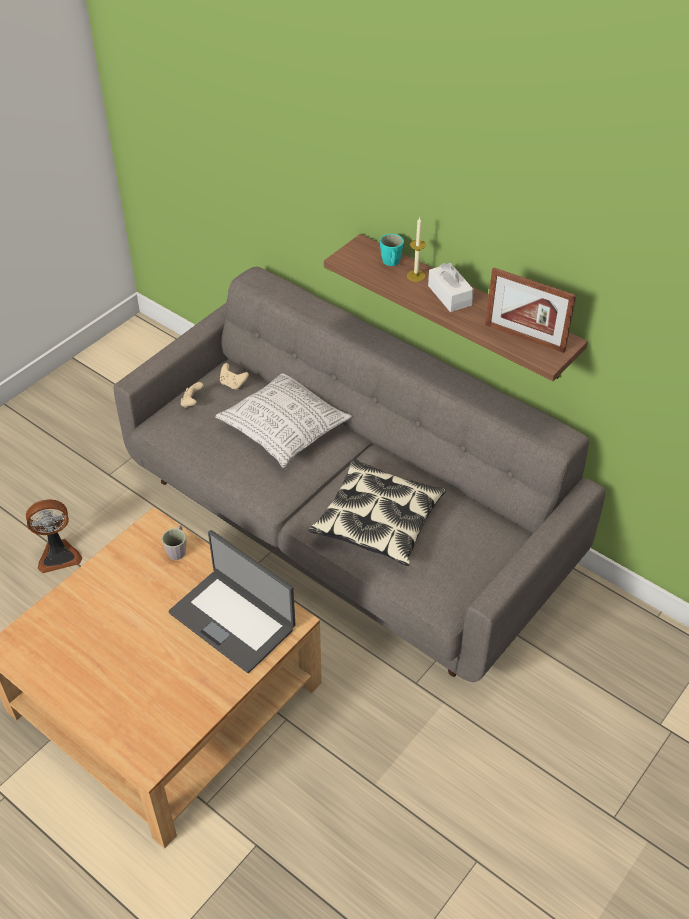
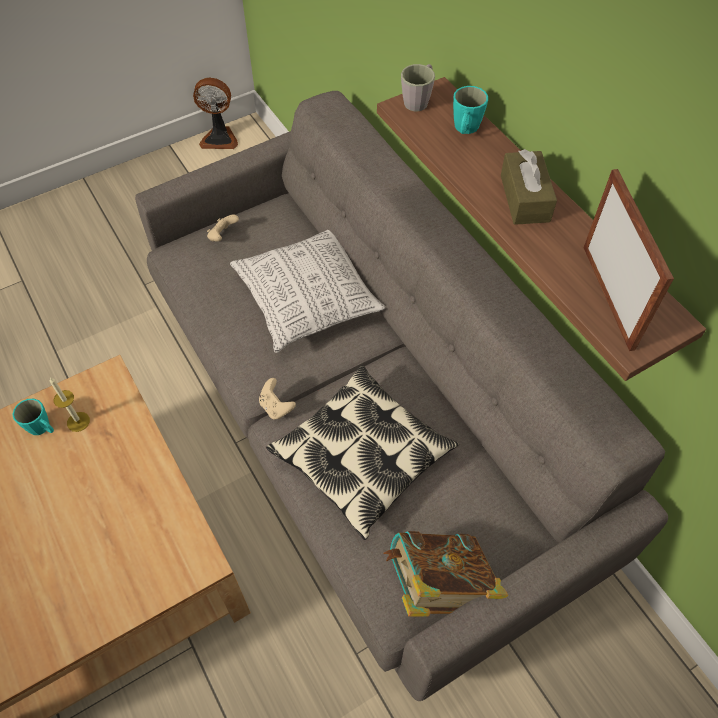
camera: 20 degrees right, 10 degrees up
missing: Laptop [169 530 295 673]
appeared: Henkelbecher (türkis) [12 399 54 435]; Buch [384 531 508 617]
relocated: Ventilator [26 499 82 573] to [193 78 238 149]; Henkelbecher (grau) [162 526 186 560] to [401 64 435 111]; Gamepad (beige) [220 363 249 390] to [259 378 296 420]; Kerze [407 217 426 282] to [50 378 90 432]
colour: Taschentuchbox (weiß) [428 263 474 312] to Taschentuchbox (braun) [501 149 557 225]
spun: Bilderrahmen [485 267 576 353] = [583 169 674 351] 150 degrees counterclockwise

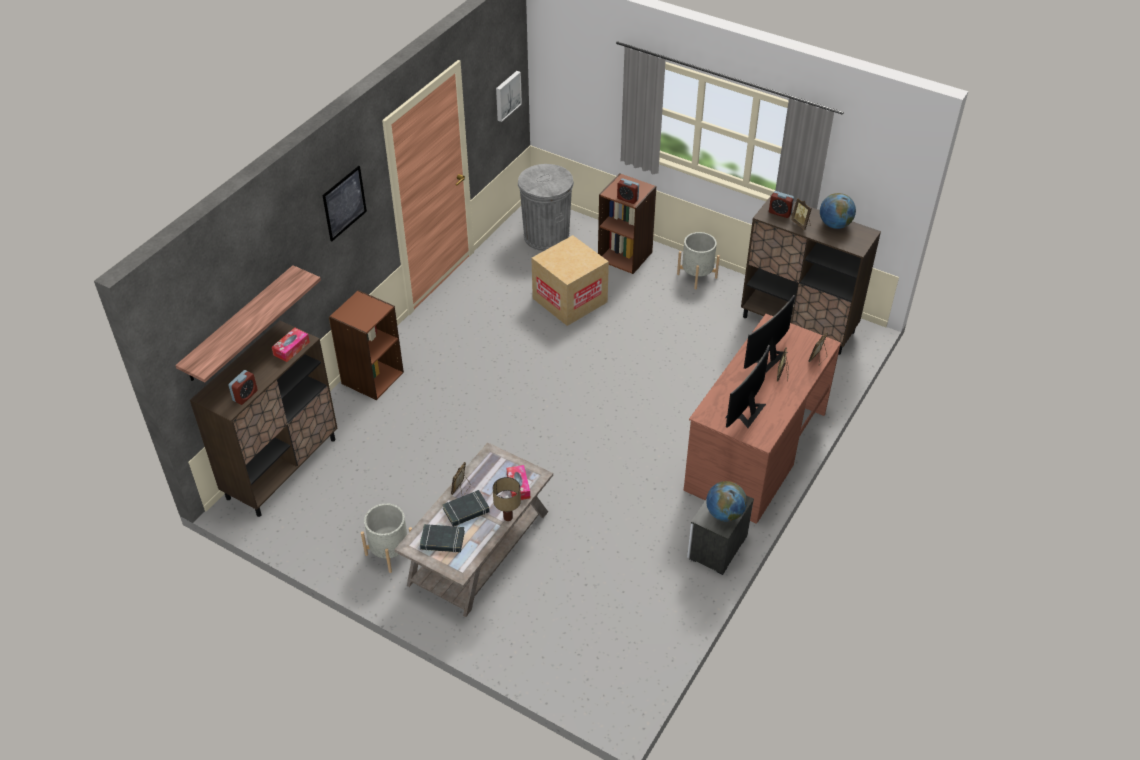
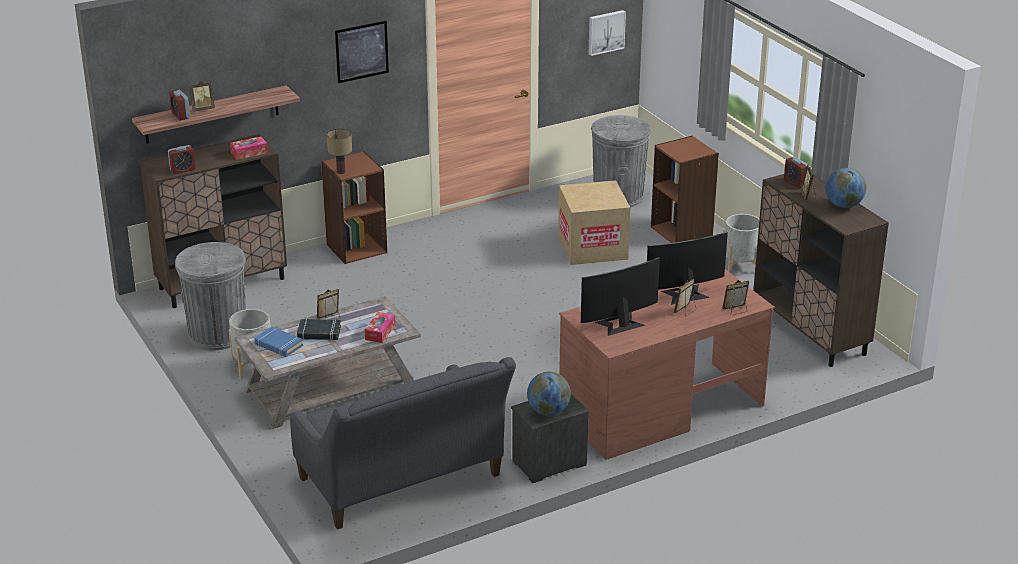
camera: 30 degrees right, 15 degrees down
appeared: Mülleimer (grau) [175 242 246 350]; Bilderrahmen [189 81 215 112]; Sofa (grau) [290 357 516 530]
relocated: Tischlampe [493 477 521 521] to [327 128 352 174]; Wecker [617 178 639 204] to [169 90 190 120]
colour: Buch (schwarz) [420 524 465 553] to Buch (blau) [254 327 303 357]

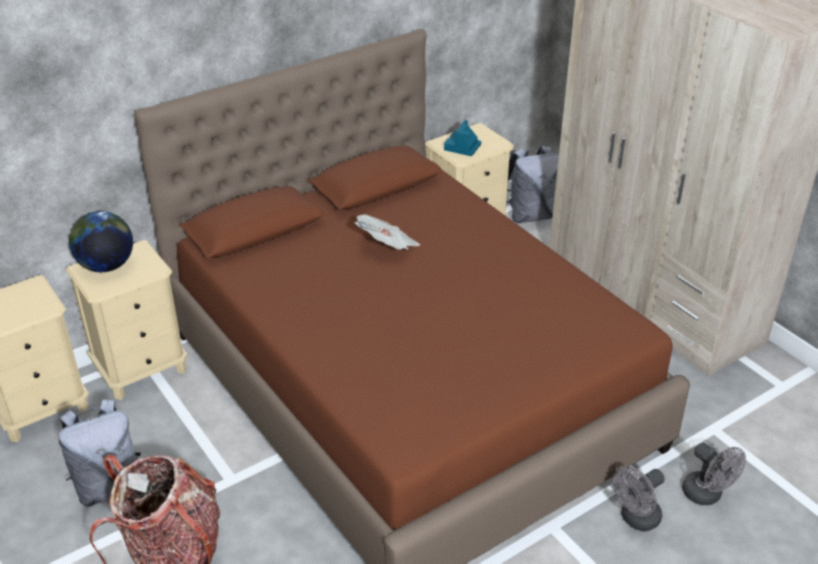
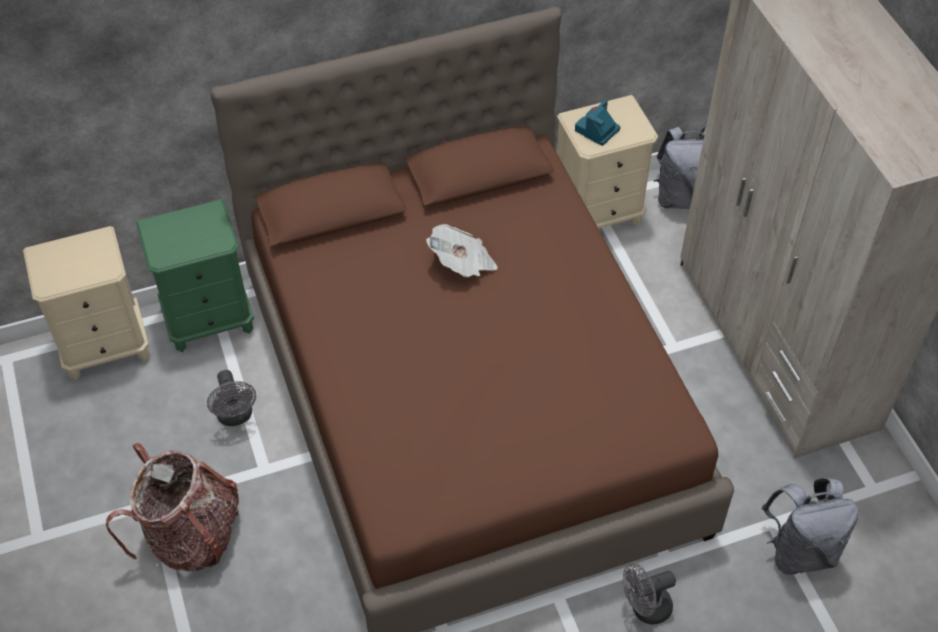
camera: 15 degrees right, 15 degrees up
missing: Globus [69 211 133 272]
relocated: Rucksack (grau) [59 399 141 507] to [761 477 858 575]; Ventilator (grau) [682 443 746 505] to [207 370 256 426]
colour: Nachttisch (beige) [66 240 187 400] to Nachttisch (grün) [136 199 254 352]

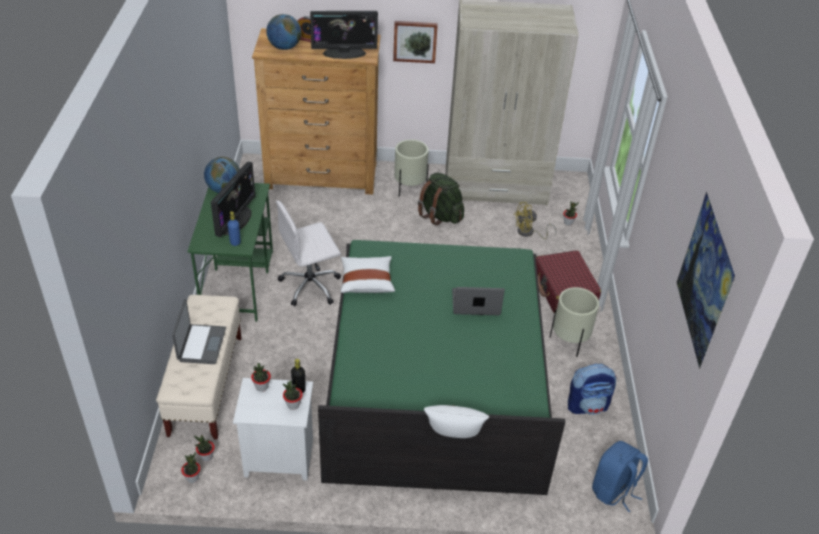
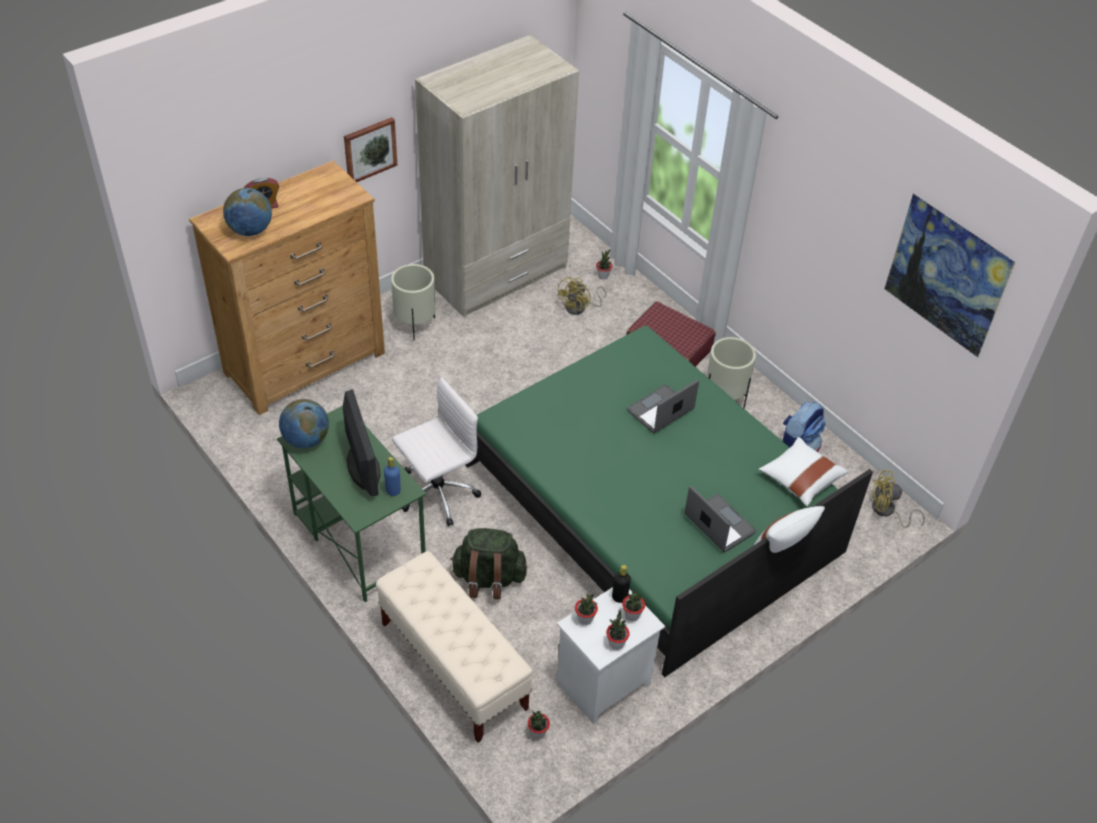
camera: 40 degrees left, 5 degrees up
missing: Monitor [310 11 378 59]
relocated: Laptop [172 299 226 364] to [684 486 756 552]; Topfpflanze [181 452 200 483] to [606 610 630 650]; Kissen (weiß) [341 256 395 293] to [759 437 848 507]; Rucksack (grün) [418 173 464 226] to [450 528 527 599]
exchanged: Rucksack (blau) [592 441 648 512] to Ventilator (gelb) [872 470 925 528]
spun: Bürostuhl (weiß) [276 200 341 306] = [392 377 481 526] 150 degrees counterclockwise

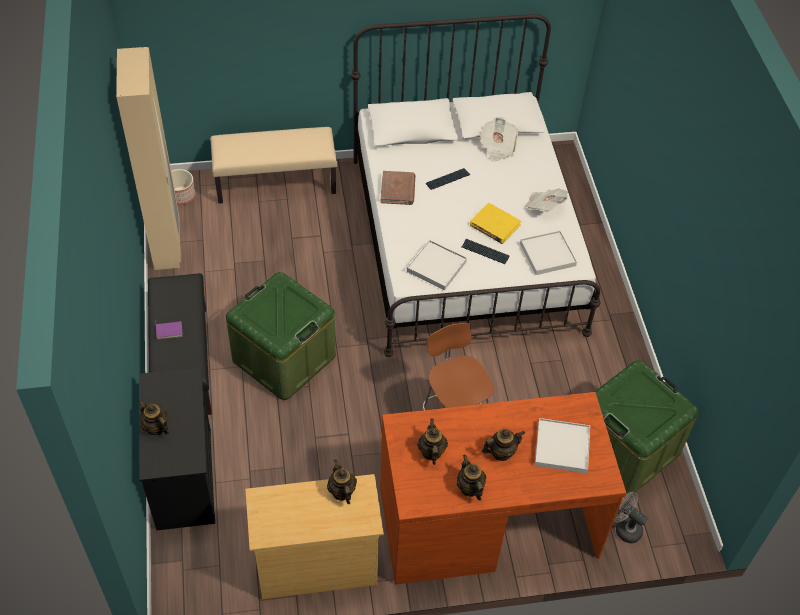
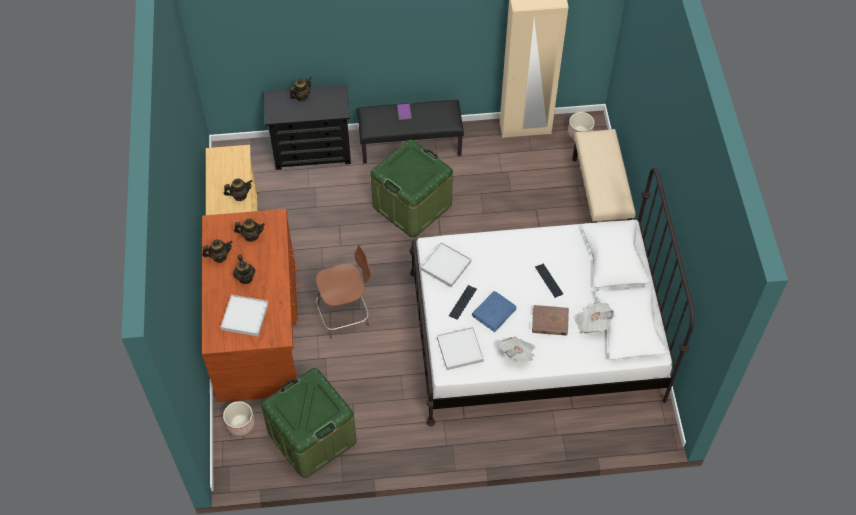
camera: 95 degrees right, 5 degrees up
relocated: Buch (braun) [380 171 415 205] to [532 305 569 336]
exchanged: Ventilator (grau) [614 492 647 543] to Pflanzkübel [223 401 255 437]
colour: Buch (gelb) [470 203 521 244] to Buch (blau) [472 291 517 332]

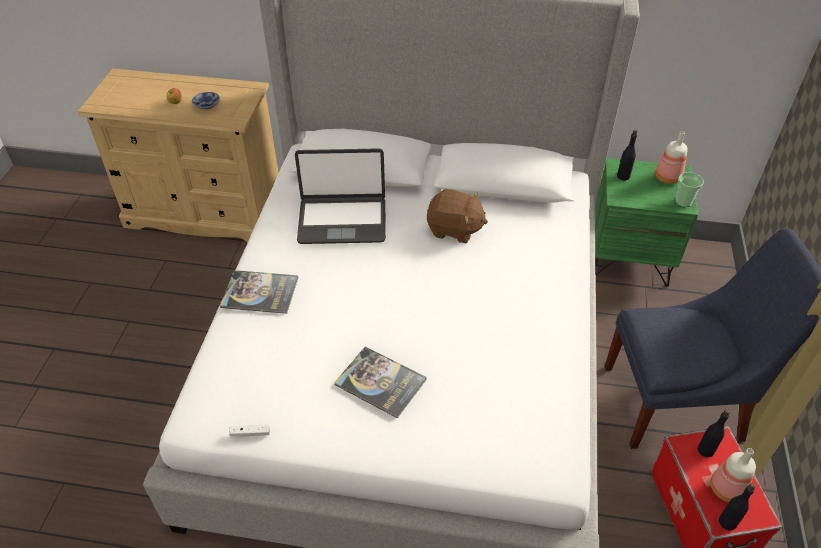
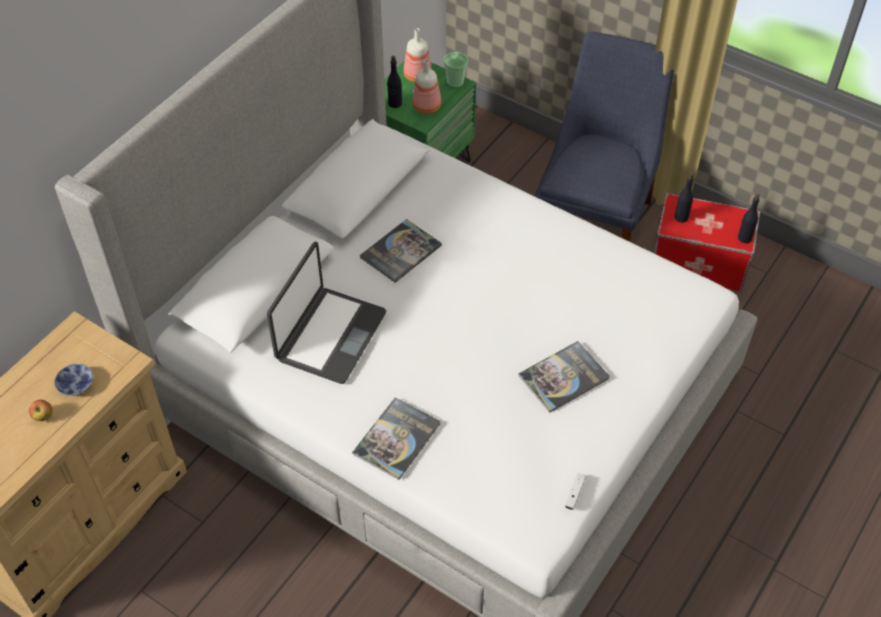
camera: 65 degrees left, 5 degrees up
relocated: Flasche [710 448 756 502] to [412 59 441 114]
exchanged: Plüschtier (braun) [427 189 488 243] to Buch [359 219 442 283]

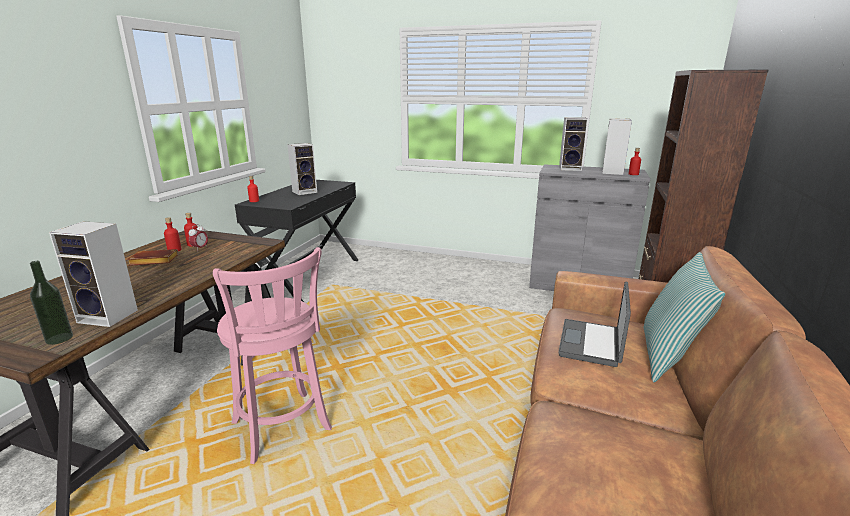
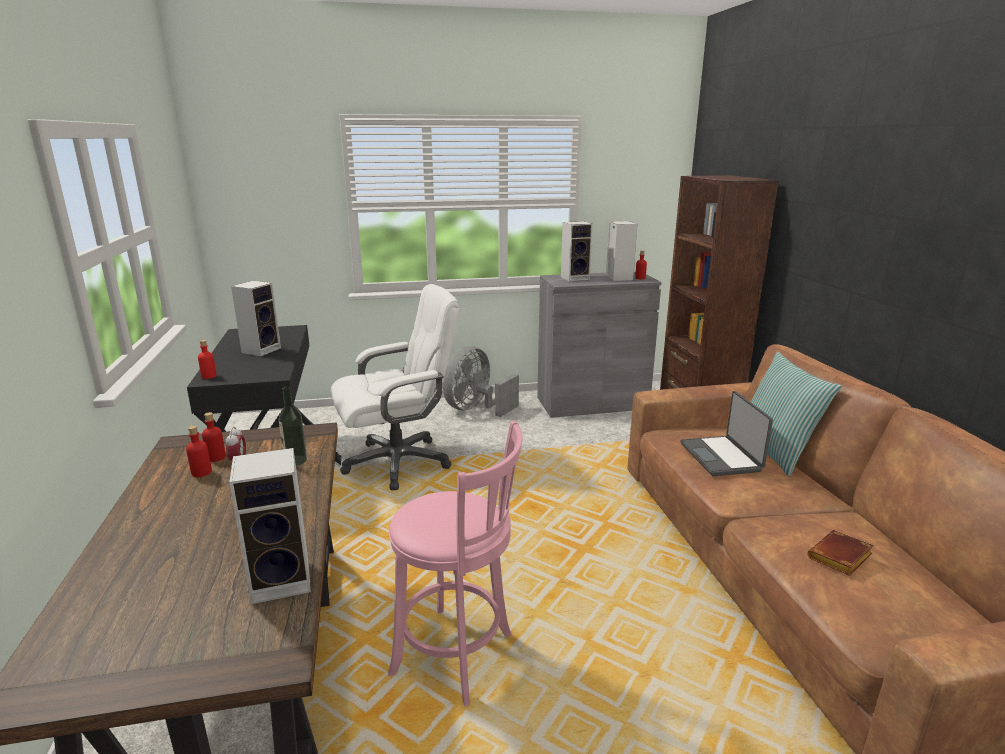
camera: 30 degrees left, 0 degrees up
appeared: Bürostuhl (weiß) [330 284 459 490]; Ventilator (grau) [443 346 519 417]
relocated: Flasche [30 261 73 345] to [279 386 307 466]; Buch (braun) [127 249 178 266] to [808 530 874 576]

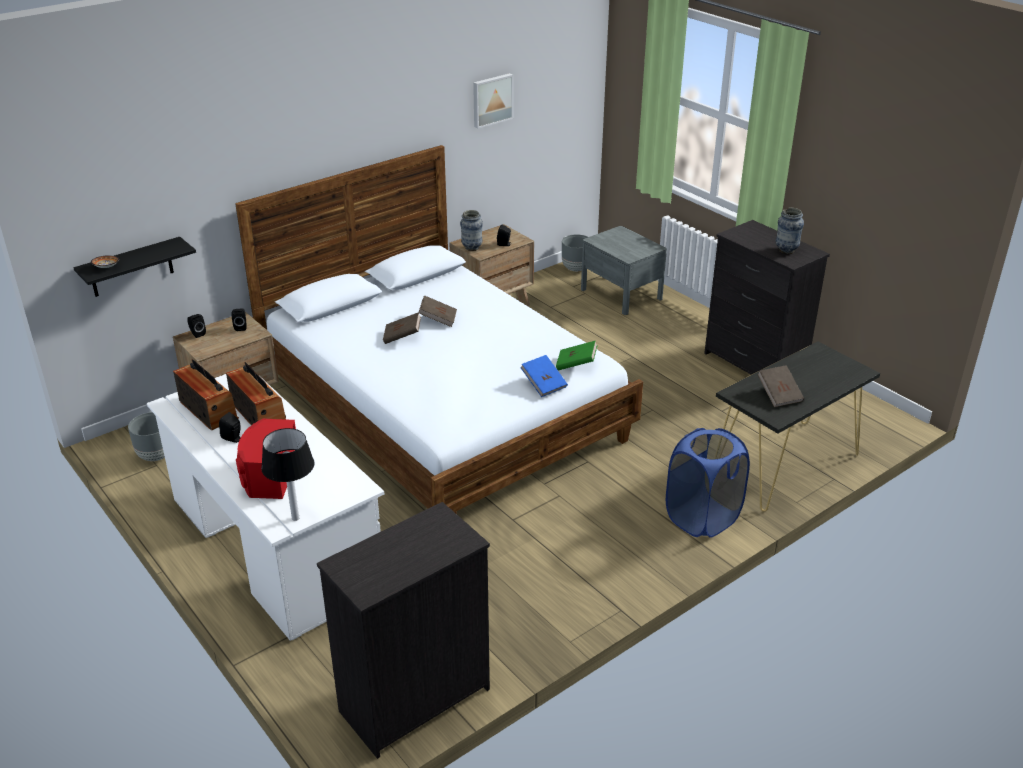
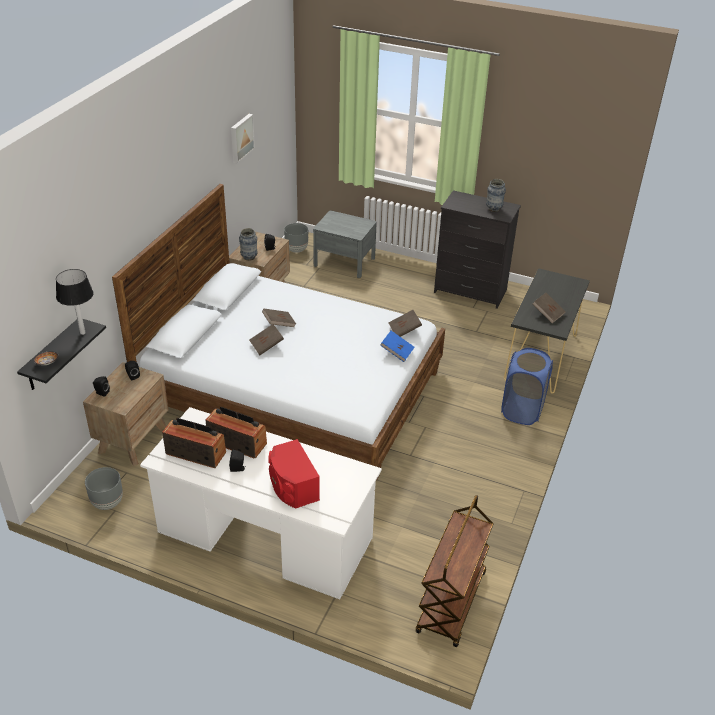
camera: 30 degrees left, 5 degrees up
relocated: Tischlampe [261 428 314 521] to [56 269 94 335]
exchanged: Kommode (schwarz) [317 502 490 759] to Rollwagen (braun) [416 495 494 647]
colour: Buch (grün) [556 341 598 370] to Buch (braun) [389 310 422 337]

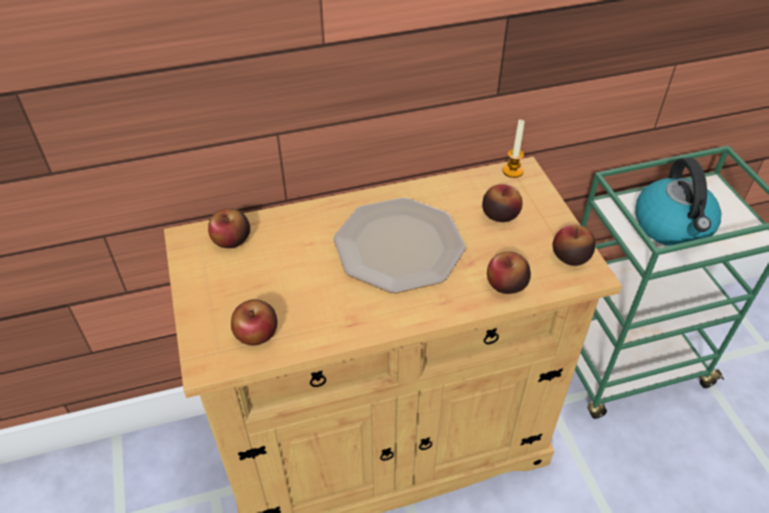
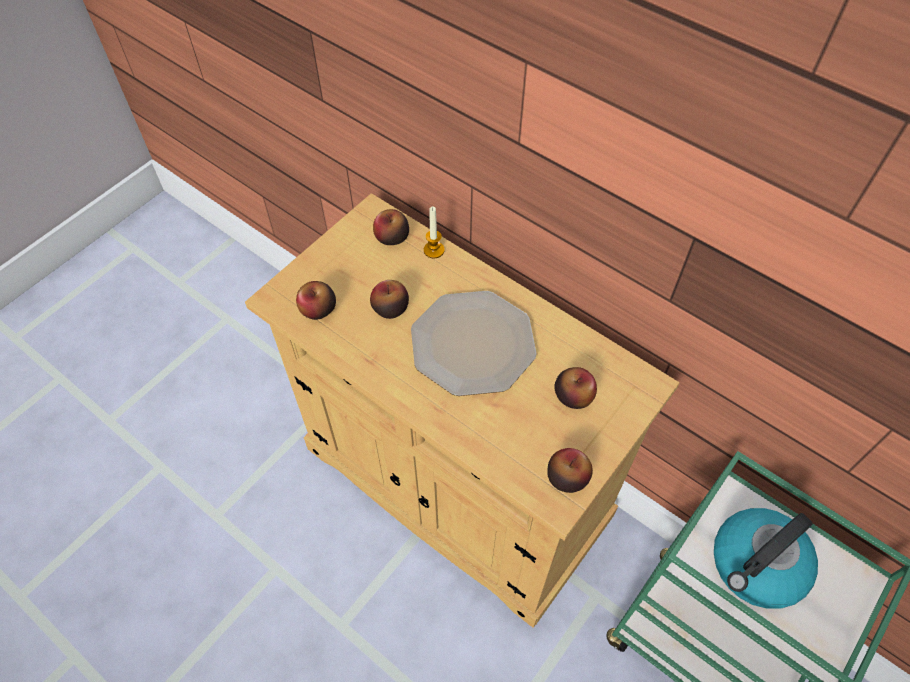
camera: 55 degrees right, 10 degrees up
relocated: Apfel [487 251 531 294] to [370 280 409 319]; Kerze [502 120 524 178] to [424 207 445 258]

